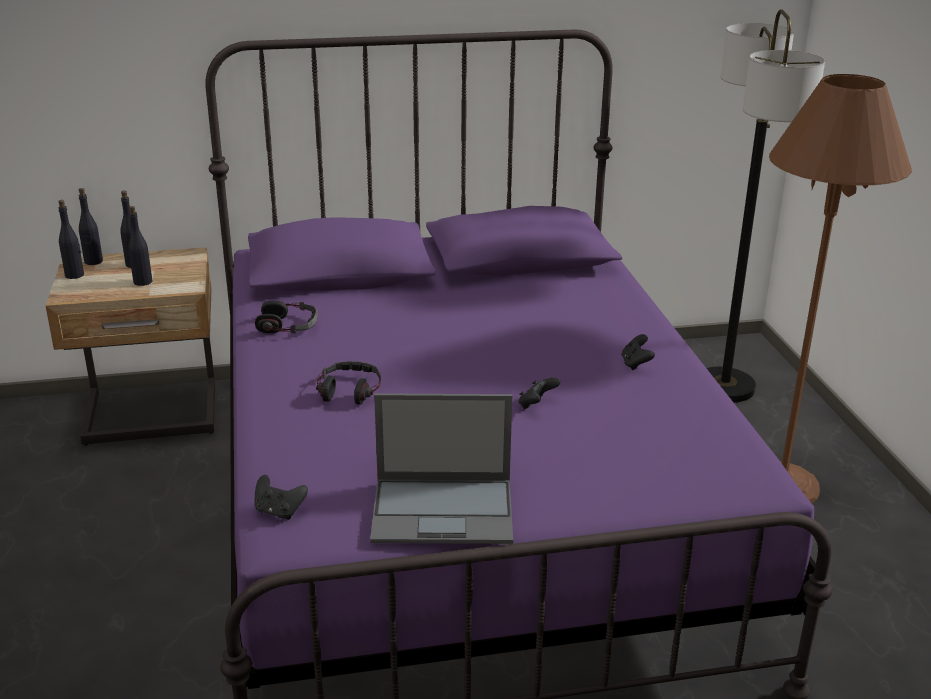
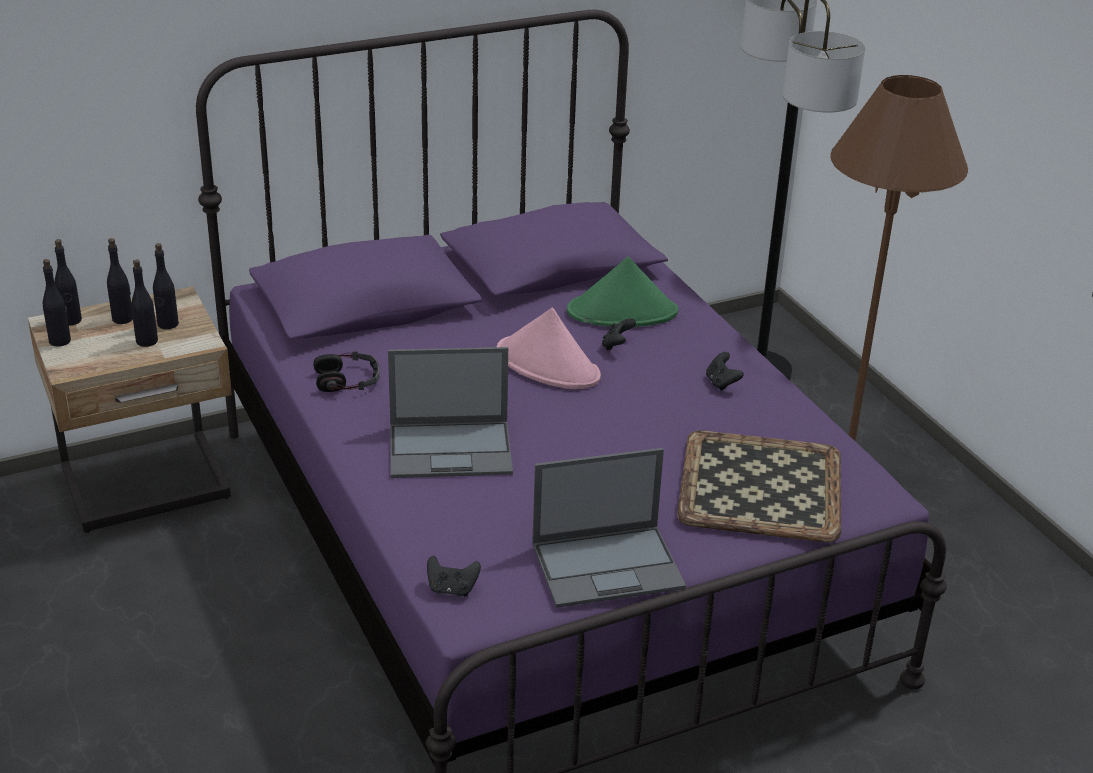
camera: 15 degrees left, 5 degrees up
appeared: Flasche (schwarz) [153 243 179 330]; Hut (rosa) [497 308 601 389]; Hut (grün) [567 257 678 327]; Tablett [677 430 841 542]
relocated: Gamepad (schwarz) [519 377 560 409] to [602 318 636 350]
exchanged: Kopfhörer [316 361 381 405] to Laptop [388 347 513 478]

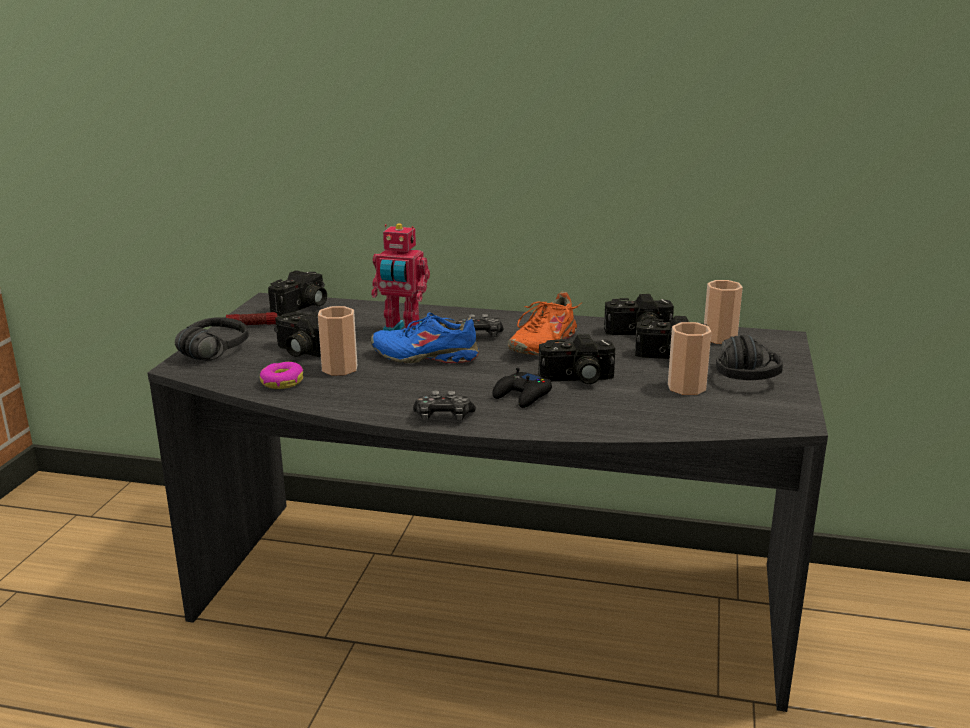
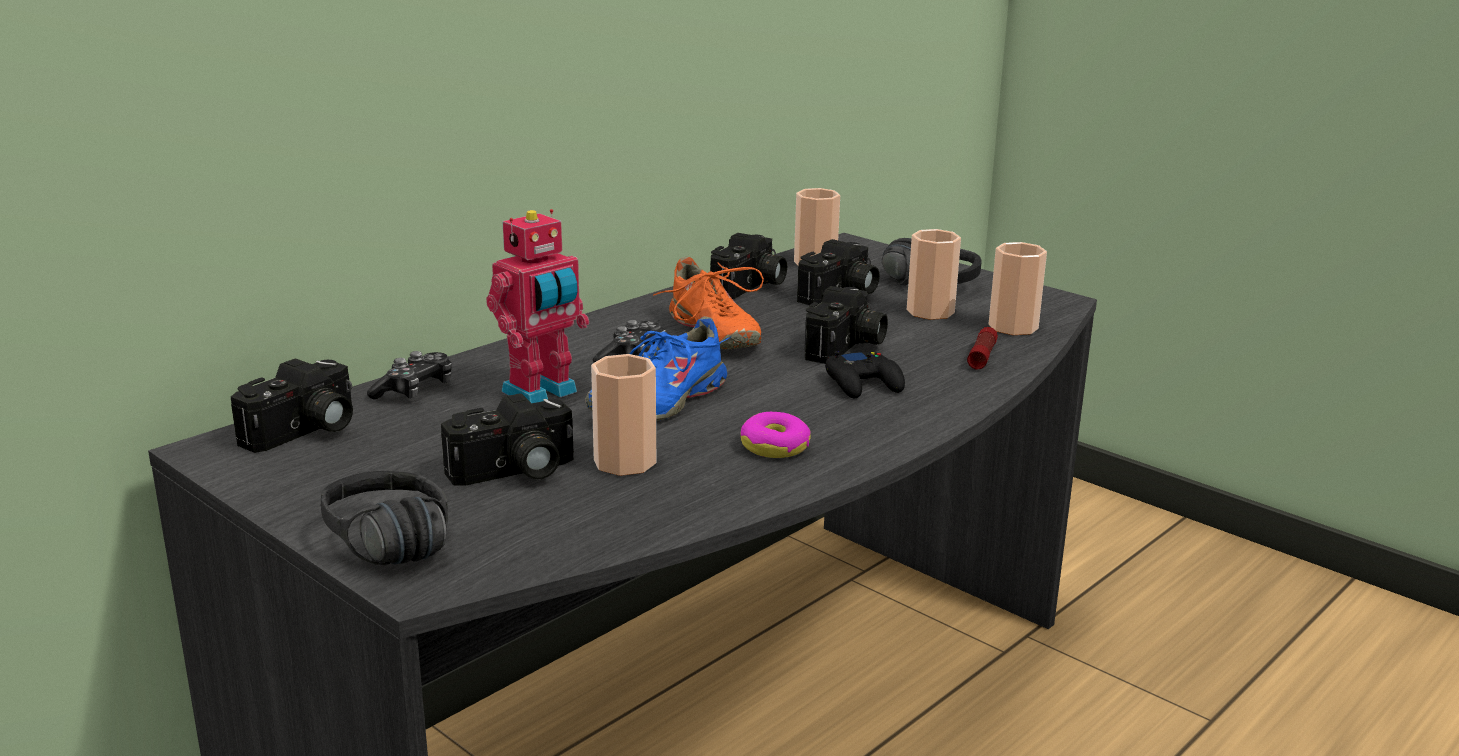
camera: 60 degrees left, 0 degrees up
appeared: Tasse [988 242 1047 335]
relocated: Taschenlampe [226 312 278 325] to [967 327 998 369]; Donut [260 362 303 389] to [741 412 811 458]; Gamepad [413 390 476 421] to [367 351 452 400]
spun: Kamera [268 270 327 316] = [231 358 353 453] 60 degrees clockwise

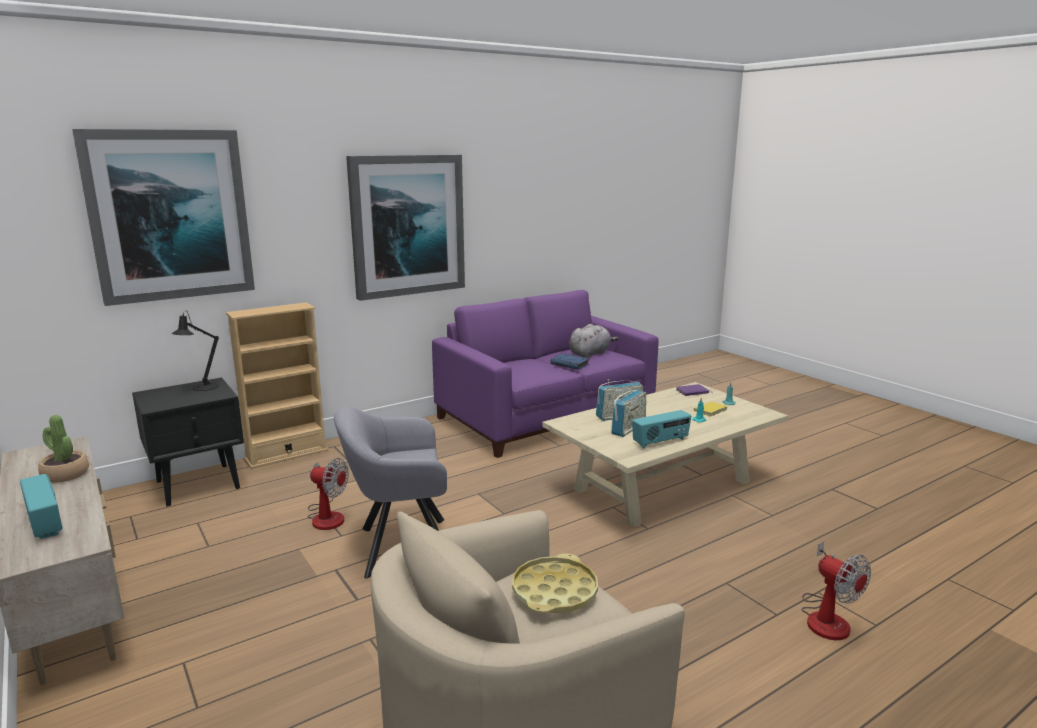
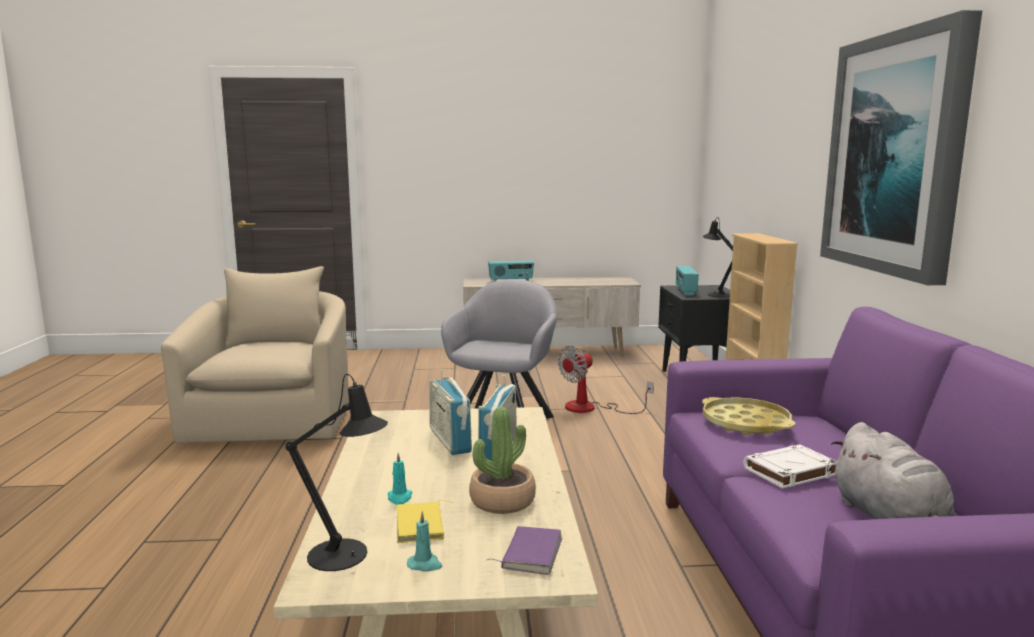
camera: 120 degrees right, 5 degrees down
missing: Bild [72 129 255 306]; Ventilator [802 541 871 640]
appeared: Tischlampe (schwarz) [286 374 388 571]
relocated: Topfpflanze [38 415 89 483] to [469 407 536 514]; Tablett (gelb) [512 553 598 613] to [702 397 796 436]; Radio [632 410 691 448] to [676 266 699 295]
colour: Buch (blau) [551 354 590 370] to Buch (weiß) [743 444 837 489]

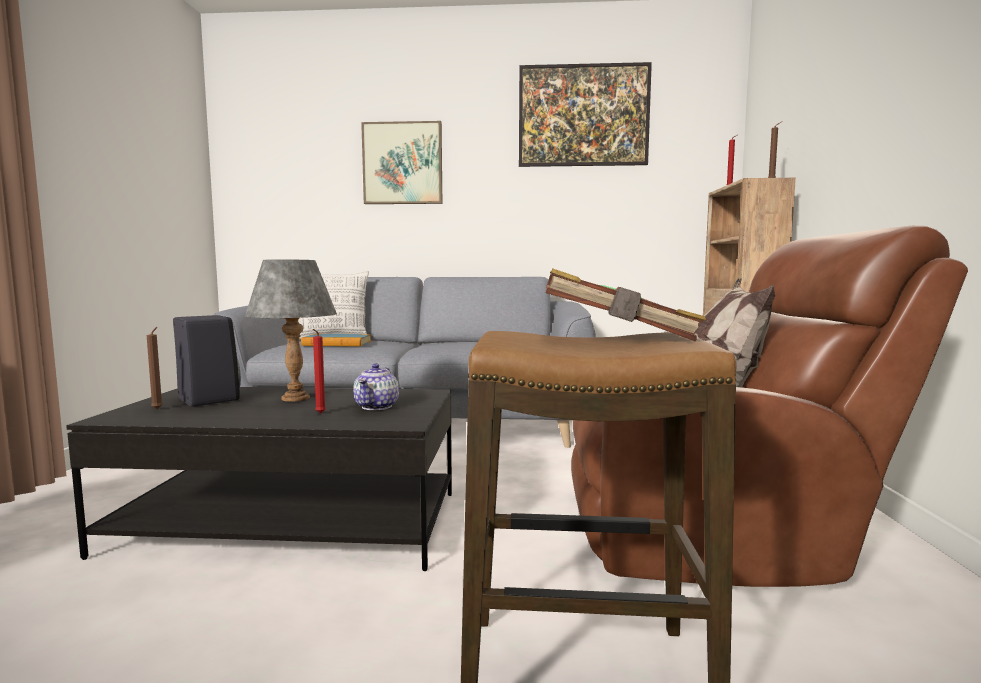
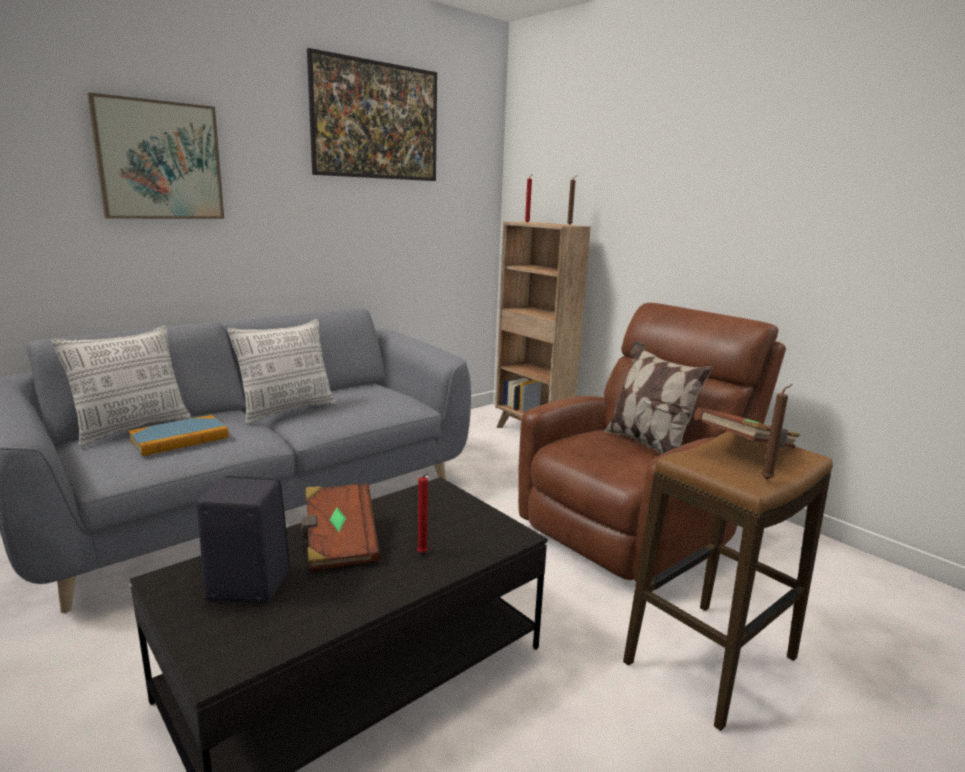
camera: 45 degrees left, 10 degrees up
missing: Teekanne [353 363 399 410]
appeared: Kissen [227 319 337 425]
relocated: Kerze (braun) [147 327 163 409] to [761 384 793 480]
exchanged: Tischlampe (grau) [245 259 337 402] to Buch (braun) [301 483 380 571]

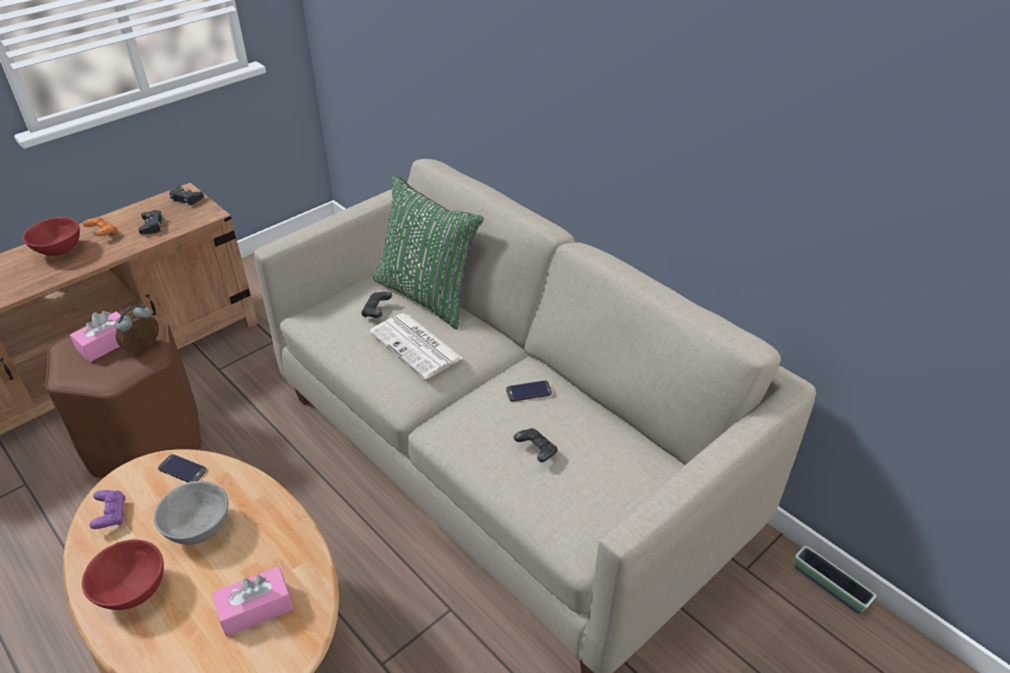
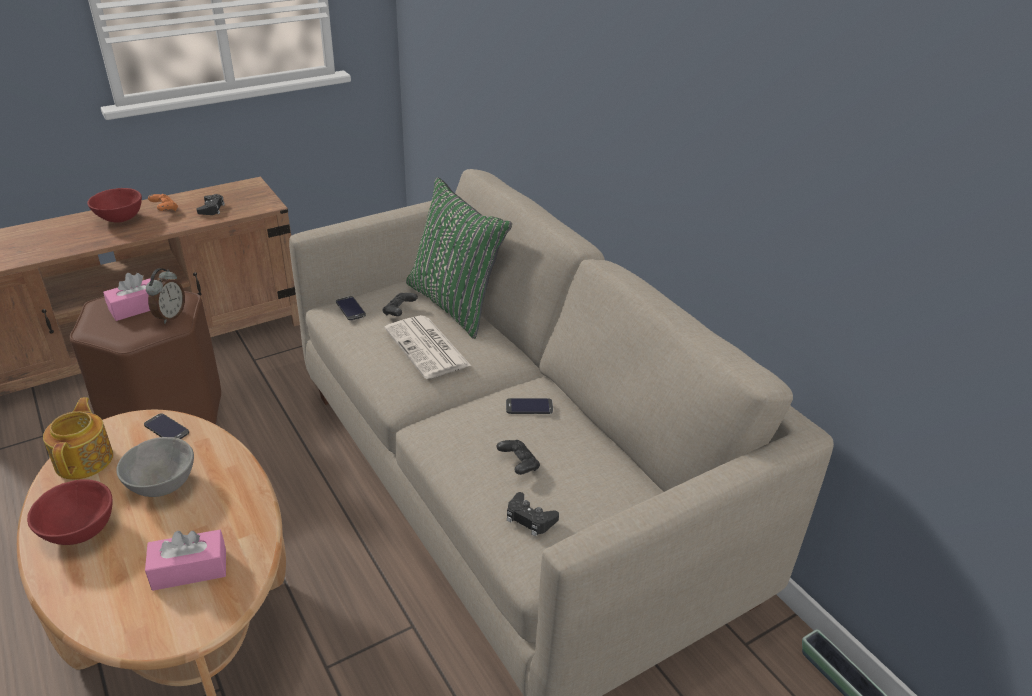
camera: 10 degrees right, 5 degrees down
appeared: Handy [336 296 366 320]
relocated: Gamepad (schwarz) [169 186 204 206] to [507 492 559 537]
exchanged: Gamepad (lila) [89 490 126 529] to Teekanne [43 397 113 480]
spun: Wecker [115 305 159 355] = [146 268 185 324] 150 degrees clockwise

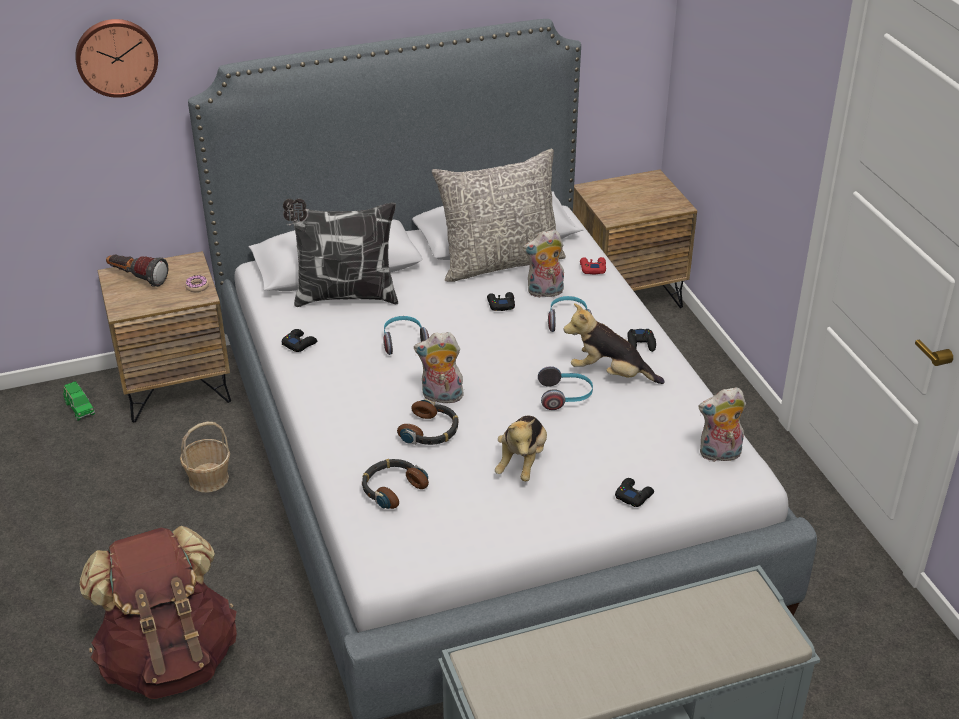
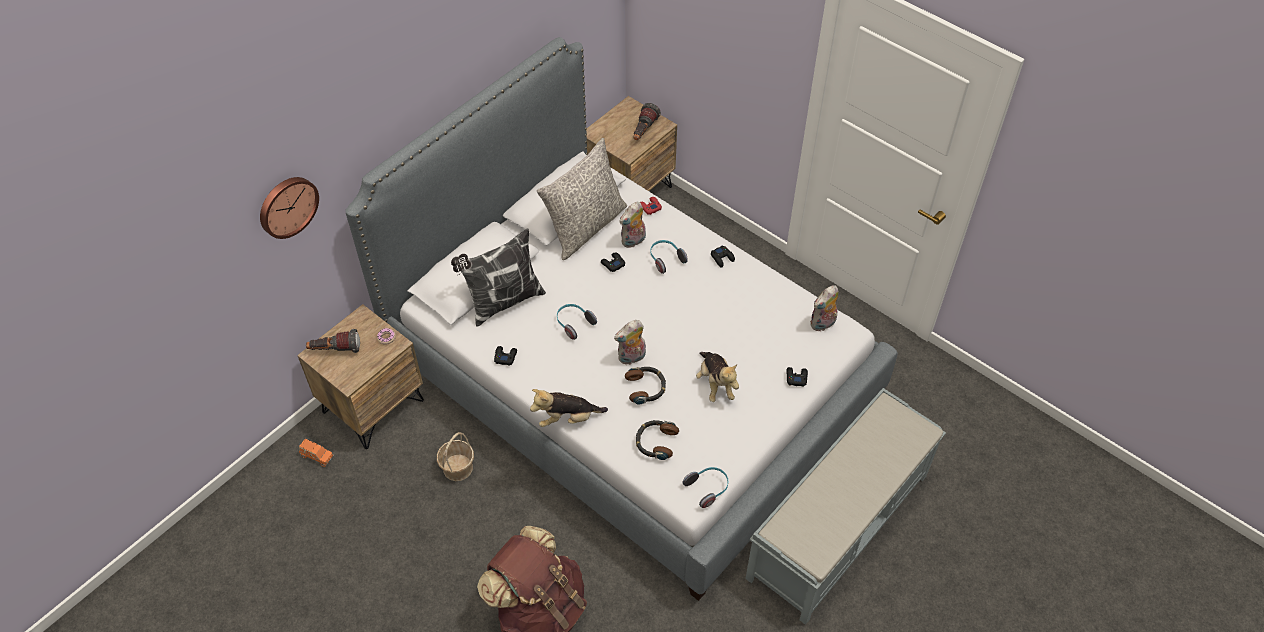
camera: 30 degrees left, 15 degrees up
appeared: Taschenlampe [634 103 661 140]
relocated: Kopfhörer [538 366 593 410] to [683 467 728 508]; Plüschtier [563 303 665 384] to [530 389 608 427]
colour: Spielzeugauto (grün) [63 381 95 421] to Spielzeugauto (orange) [299 439 334 467]

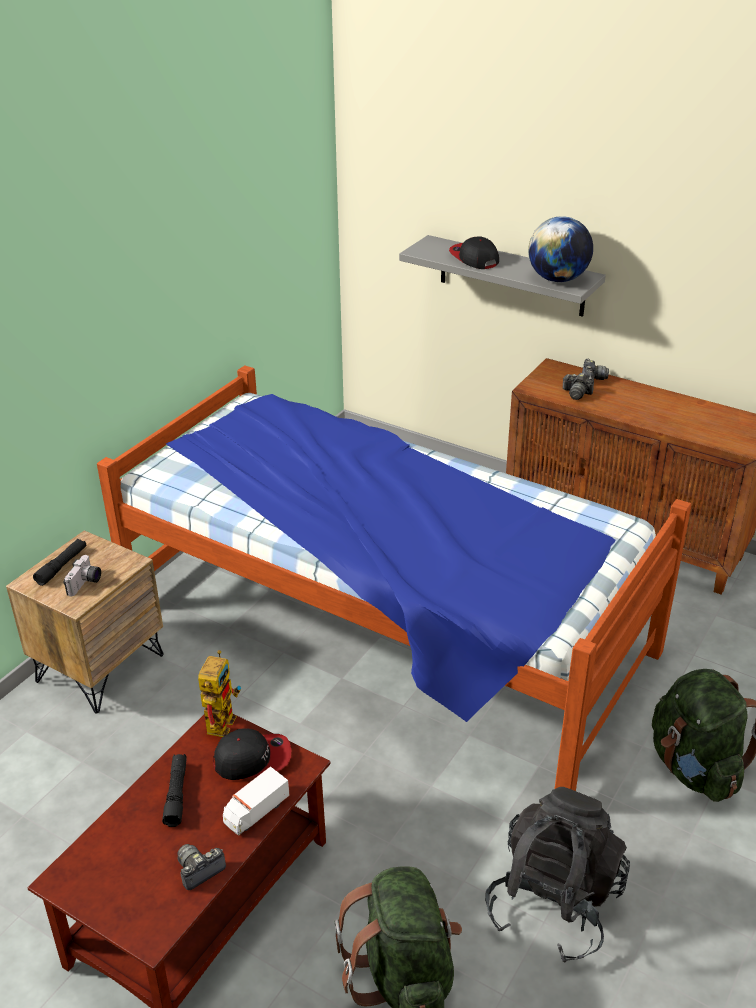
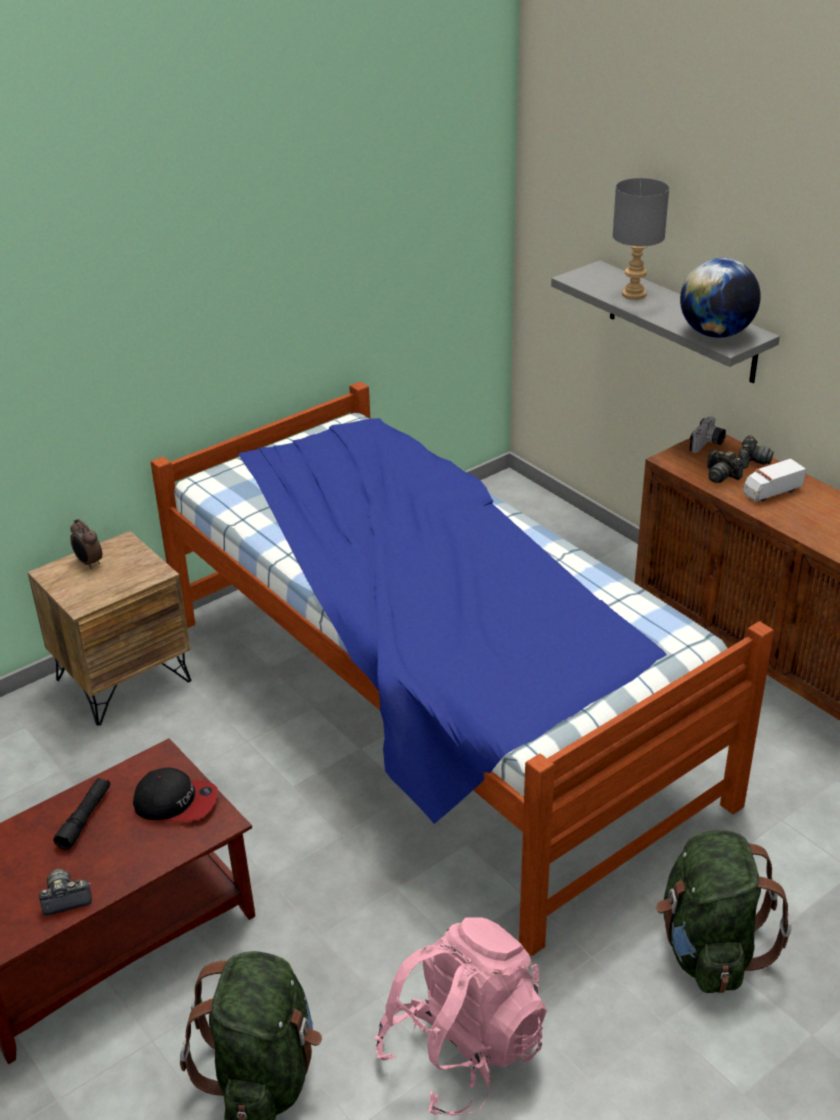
camera: 20 degrees right, 0 degrees up
missing: Spielzeugroboter [198 650 241 737]
relocated: Kamera [63 555 101 596] to [689 416 726 453]; Spielzeuglaster [223 766 290 835] to [743 458 806 502]
exchanged: Taschenlampe (schwarz) [33 539 86 586] to Wecker [70 519 102 569]; Kappe [449 236 499 269] to Tischlampe (grau) [613 178 669 300]
colour: Rucksack (schwarz) [485 787 630 963] to Rucksack (rosa) [375 917 547 1116]

